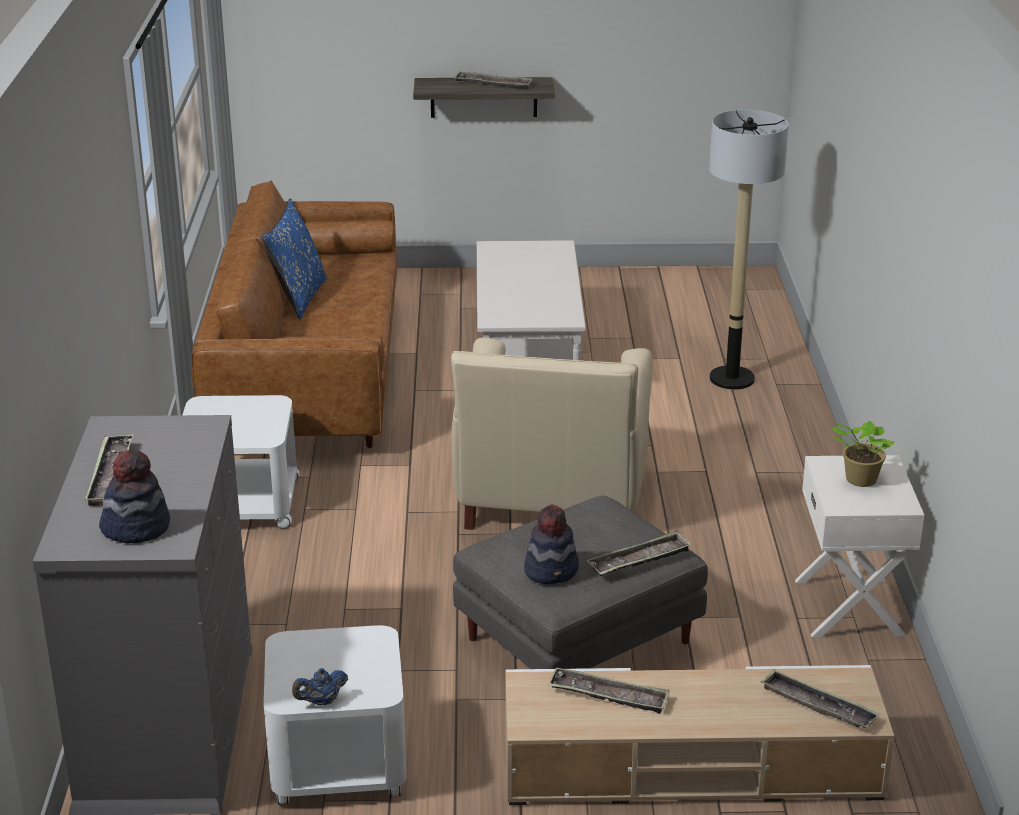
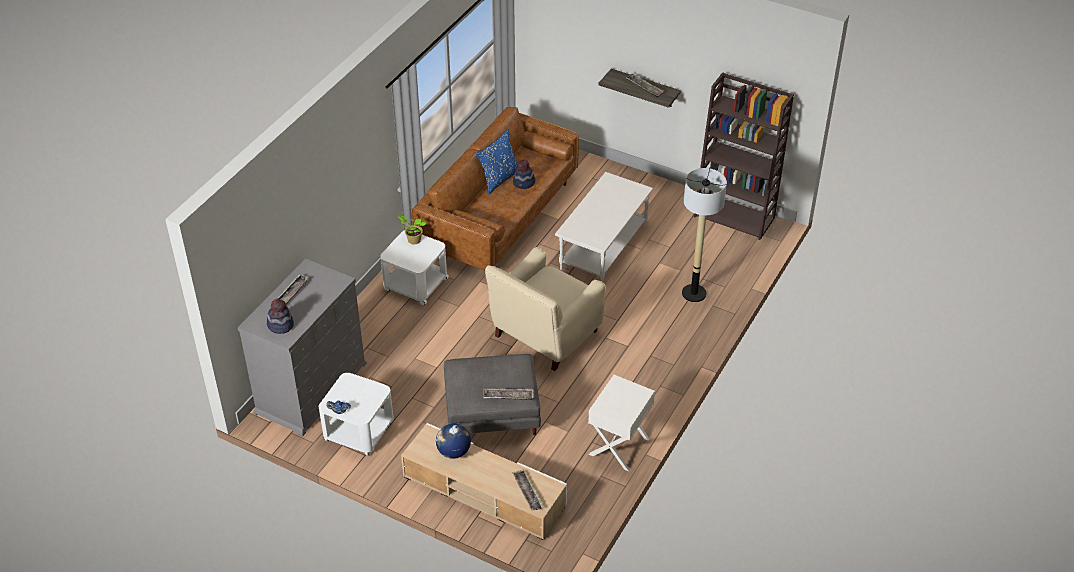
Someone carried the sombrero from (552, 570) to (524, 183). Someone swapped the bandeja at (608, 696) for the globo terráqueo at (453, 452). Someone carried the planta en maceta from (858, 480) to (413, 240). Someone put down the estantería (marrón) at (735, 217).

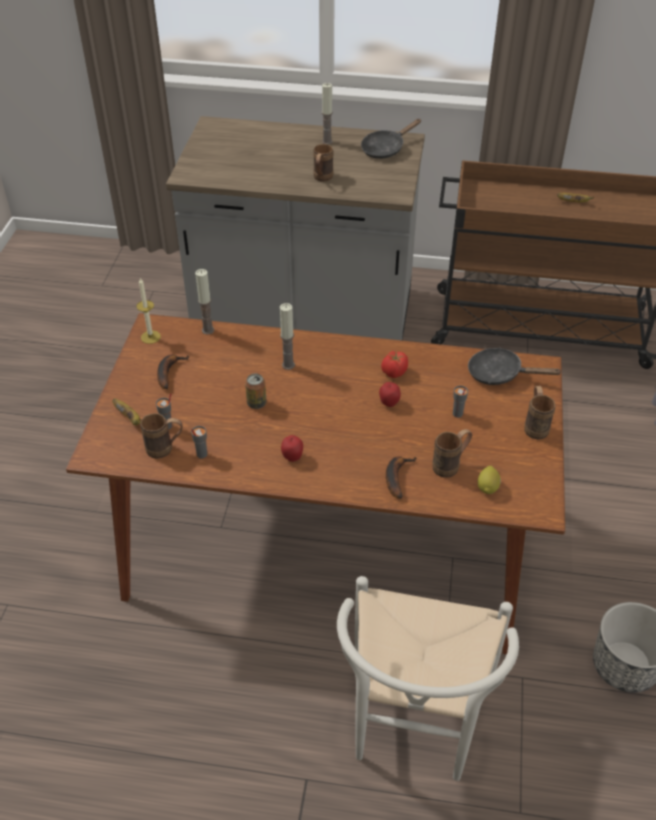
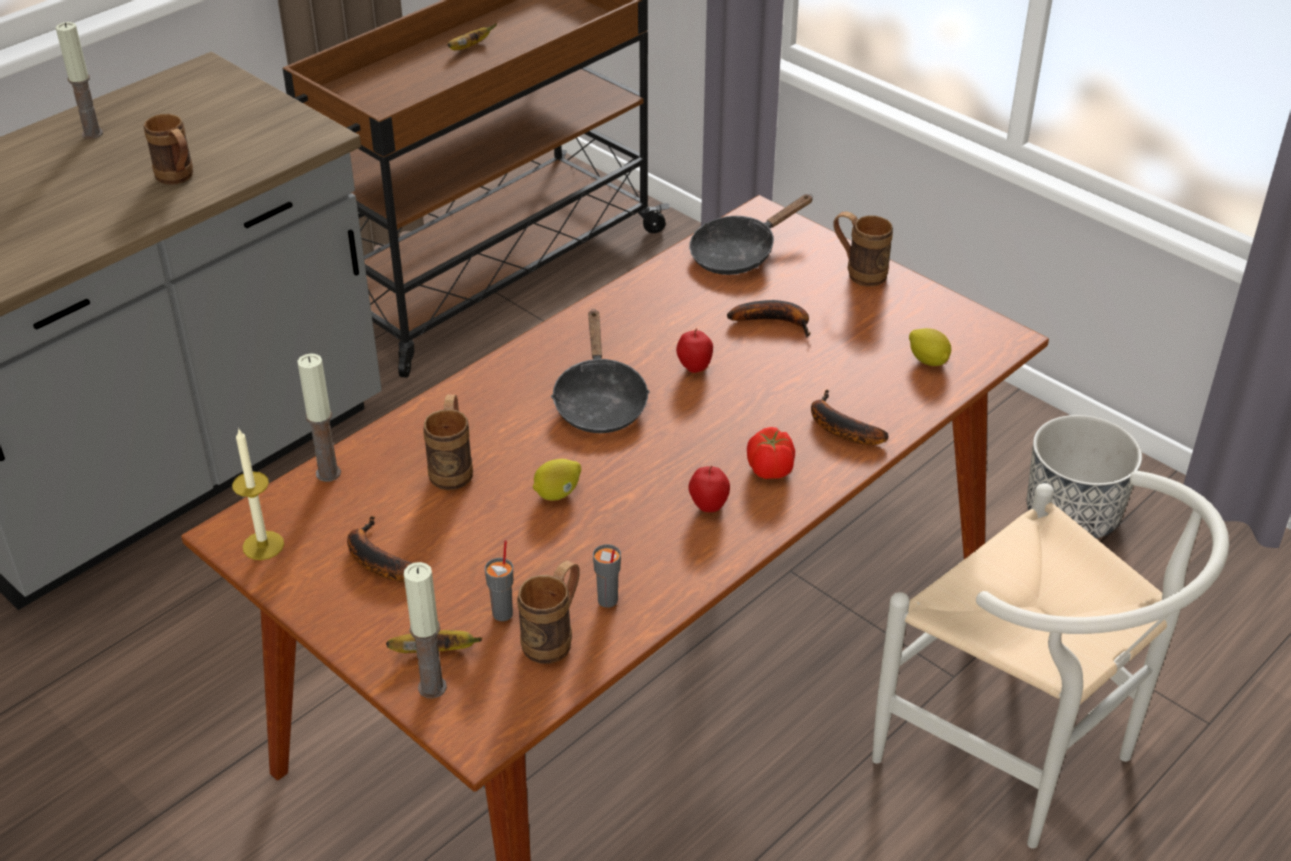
Someone swapped the lata at (256, 403) for the limón at (557, 493). Someone carried the vela from (288, 365) to (432, 687). Someone carried the sartén (negro) from (385, 149) to (599, 401). Someone carried the tomate from (394, 372) to (769, 470). Someone carried the taza grande (marrón) from (451, 465) to (453, 467). Someone swapped the taza (gris) at (457, 414) for the plátano at (775, 321).

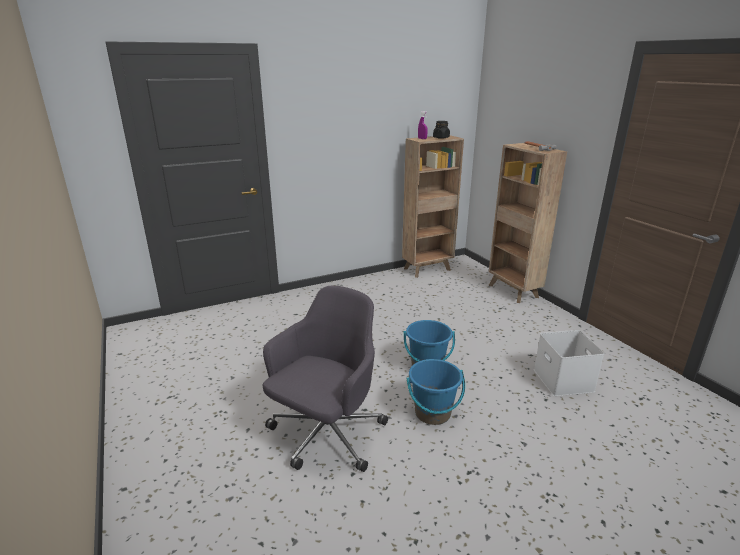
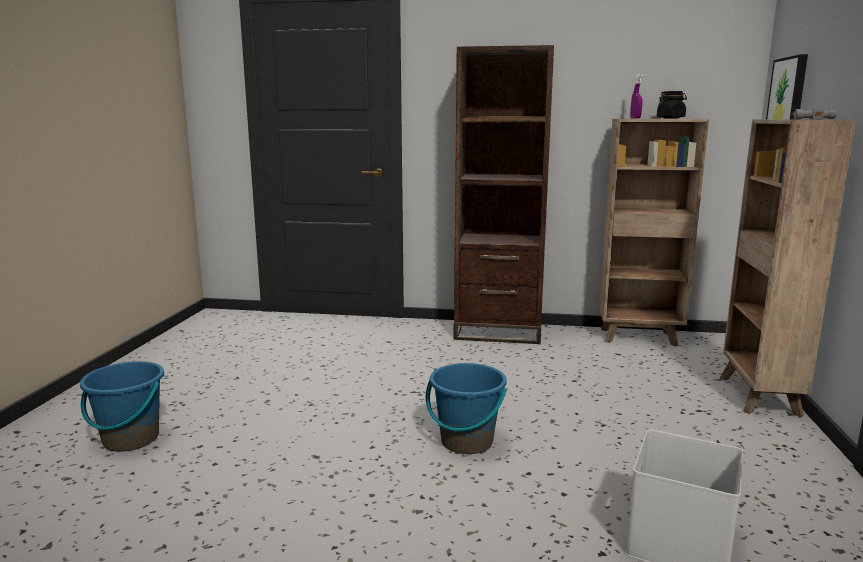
Someone took away the silla de oficina (gris) at (326, 435). Someone carried the cubo (azul) from (433, 413) to (130, 439). Someone put down the estantería (marrón) at (498, 332). Someone put up the cuadro at (789, 92).

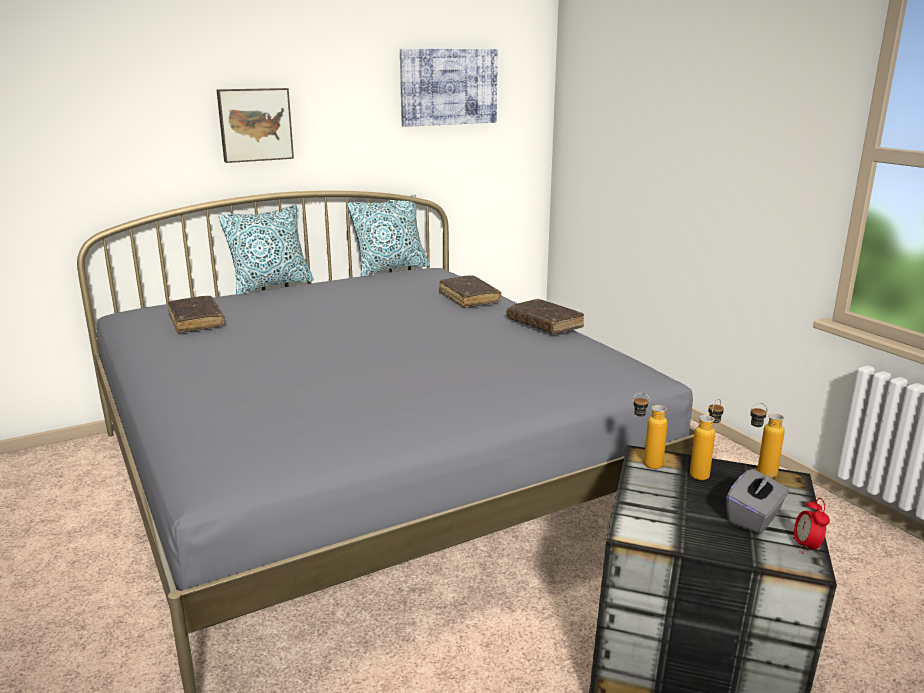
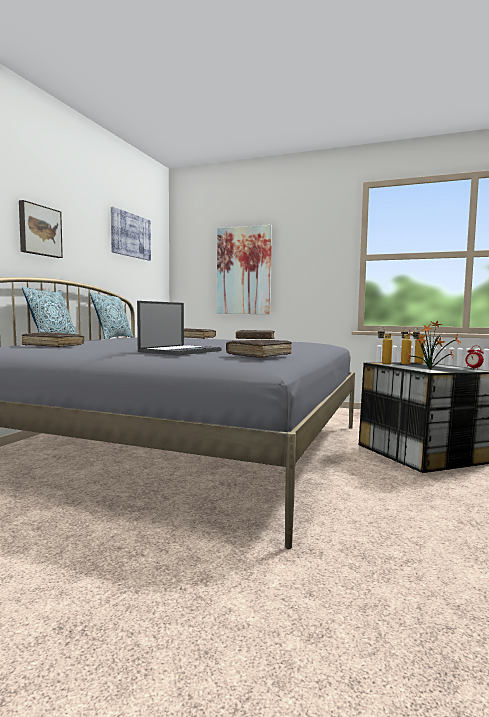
Someone took away the caja de pañuelos (gris) at (754, 518). Someone put down the portátil at (181, 351). Someone put up the cuadro at (244, 270). Someone put down the libro (marrón) at (259, 355). Someone put down the planta en maceta at (431, 370).

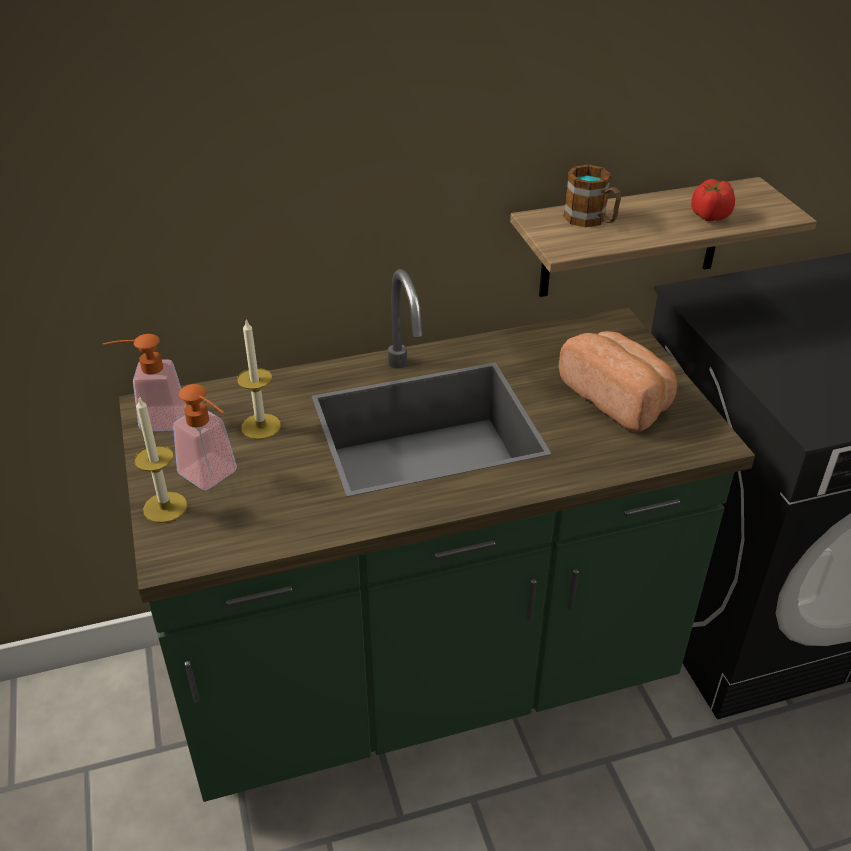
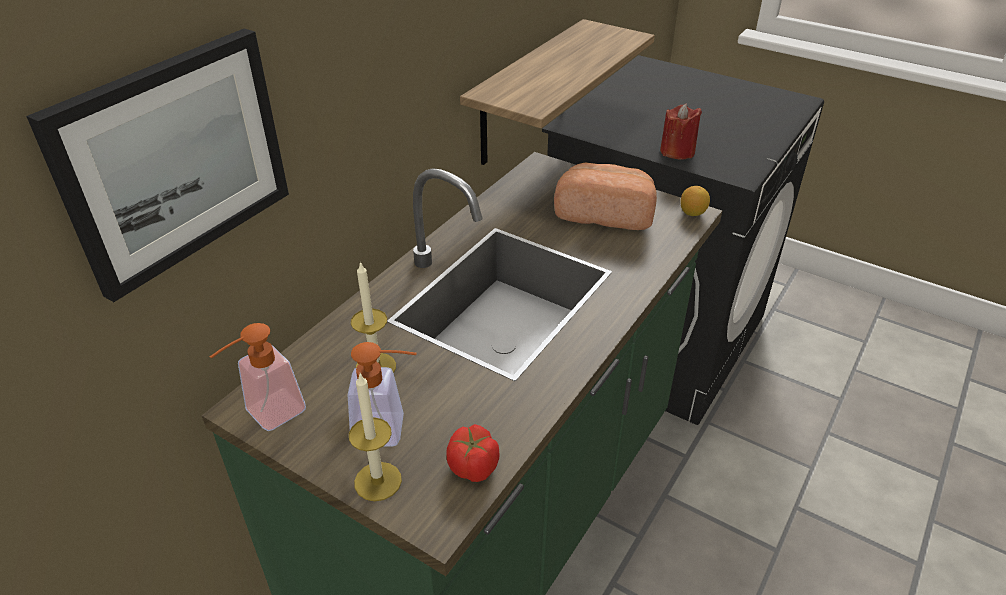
Someone took away the taza grande at (591, 220). Someone carried the tomate from (710, 216) to (473, 467). Someone put up the cuadro at (174, 159). Someone put down the vela (rojo) at (677, 151). Someone put down the limón at (692, 213).

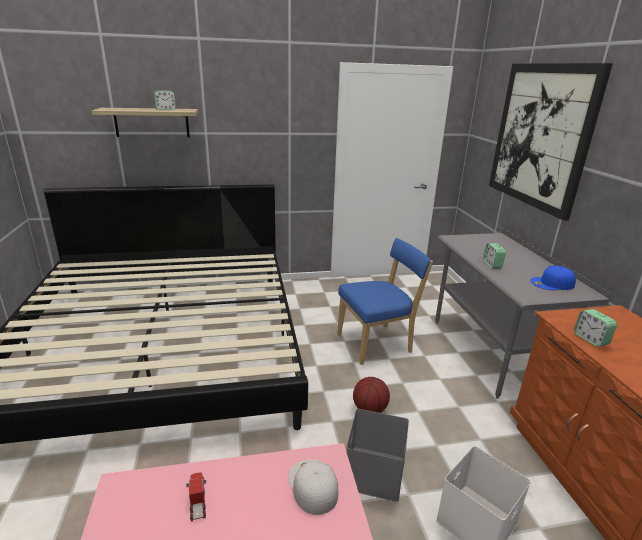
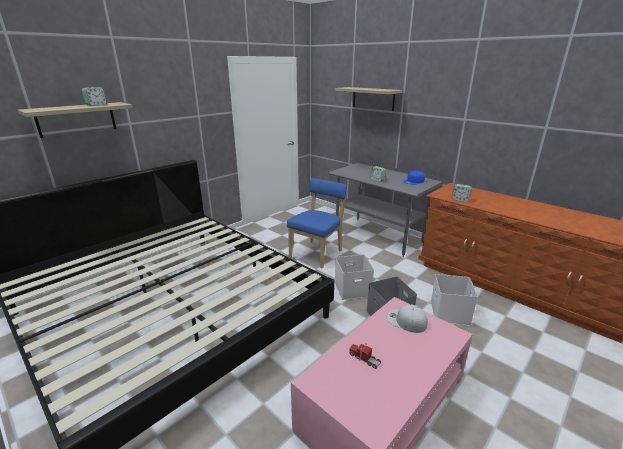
Someone swapped the balón de baloncesto at (370, 409) for the caja de almacenaje (blanco) at (353, 288). Someone swapped the cuadro at (540, 136) for the estante at (373, 98).

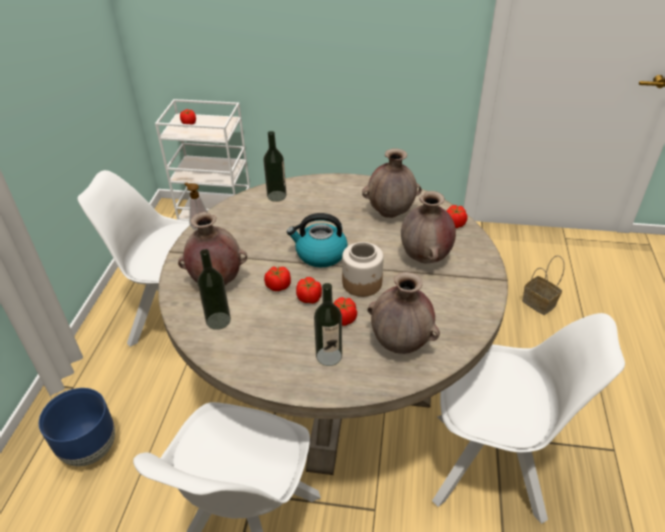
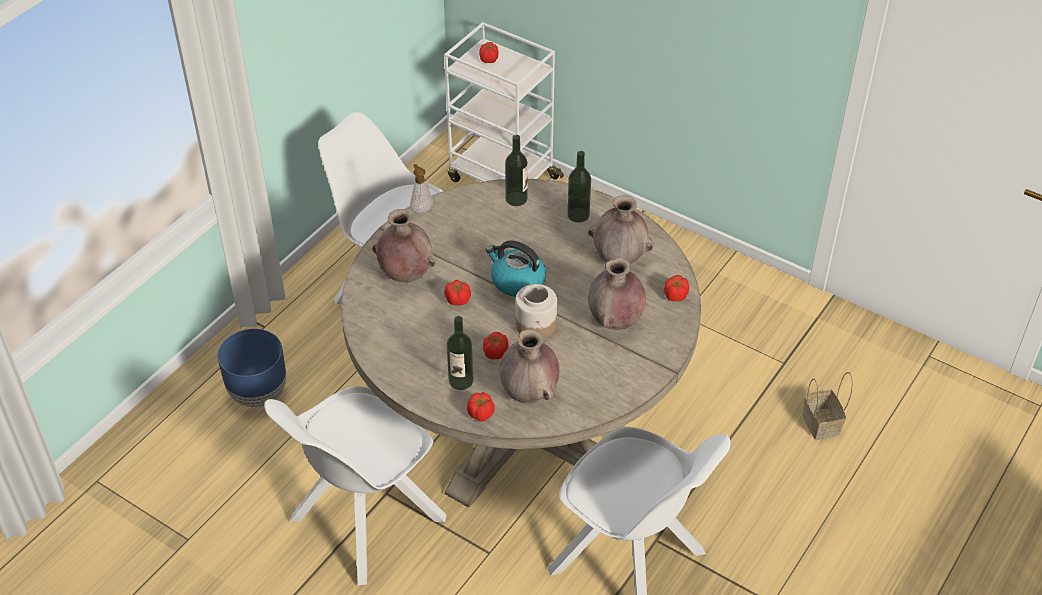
Someone carried the botella from (218, 320) to (578, 215). Someone carried the tomate from (309, 298) to (480, 414).

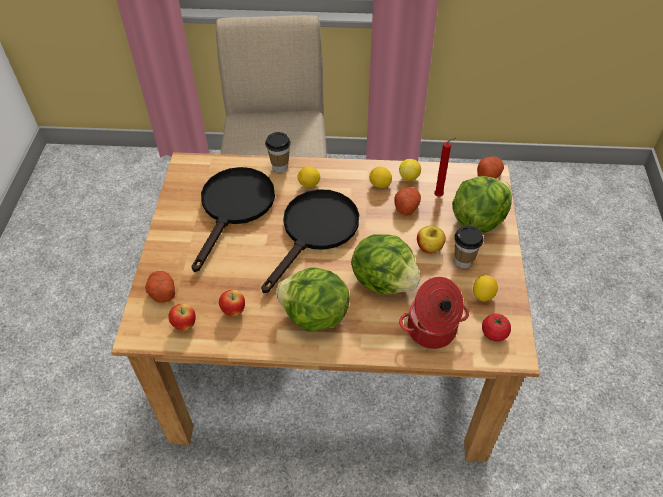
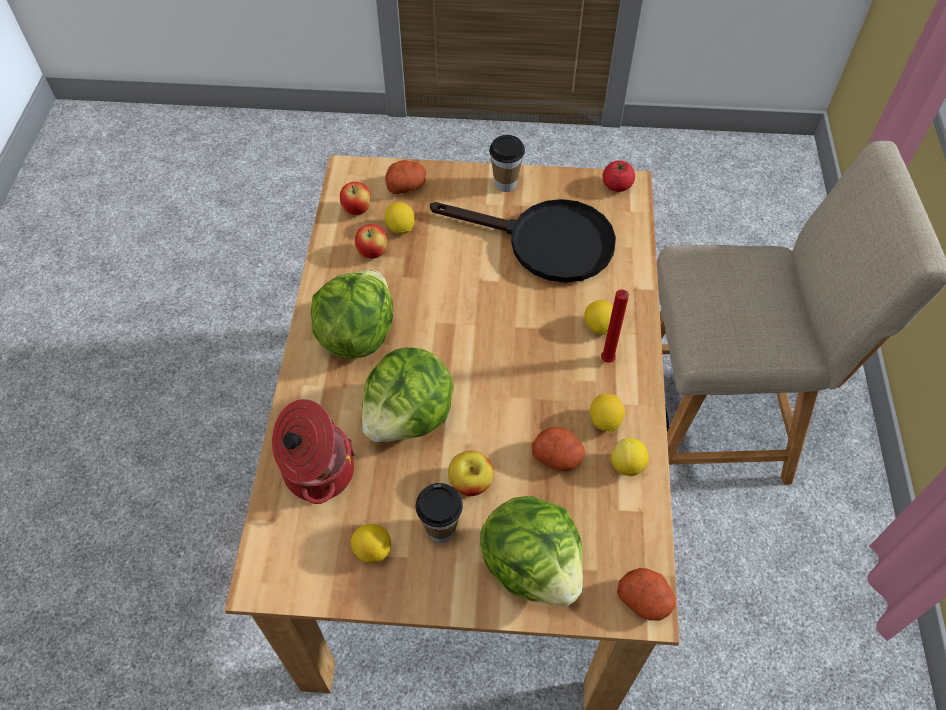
Someone took away the sartén (negro) at (315, 232). Someone carried the taza from (280, 167) to (505, 184). Someone carried the vela (rojo) from (440, 196) to (607, 362). Someone carried the tomate from (494, 333) to (617, 186). Someone put down the limón at (400, 228).

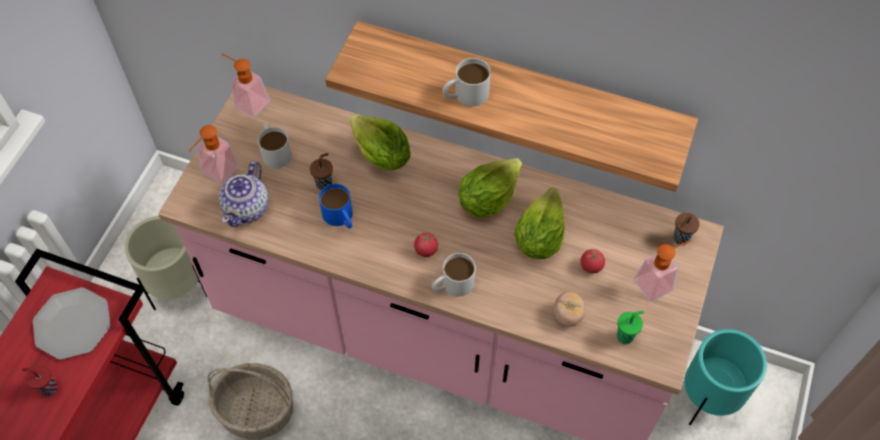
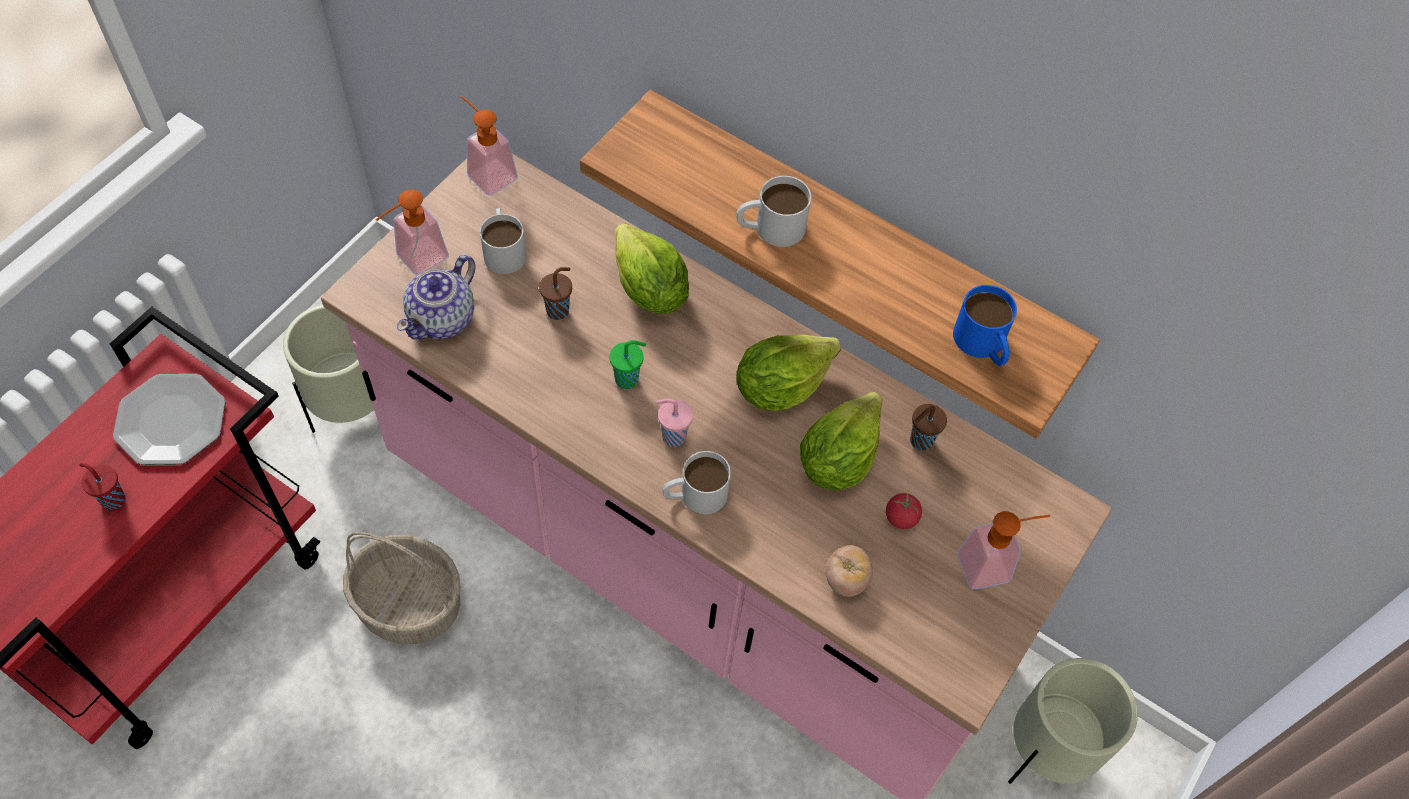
Someone carried the taza grande (azul) from (340, 217) to (983, 345). Someone swapped the tomate at (426, 249) for the taza (rosa) at (672, 436). Someone carried the taza (verde) from (626, 336) to (628, 379). Someone carried the taza (marrón) from (680, 239) to (920, 441). Someone repainted the maceta (turquesa) at (706, 399), which became the maceta (beis) at (1044, 753).

